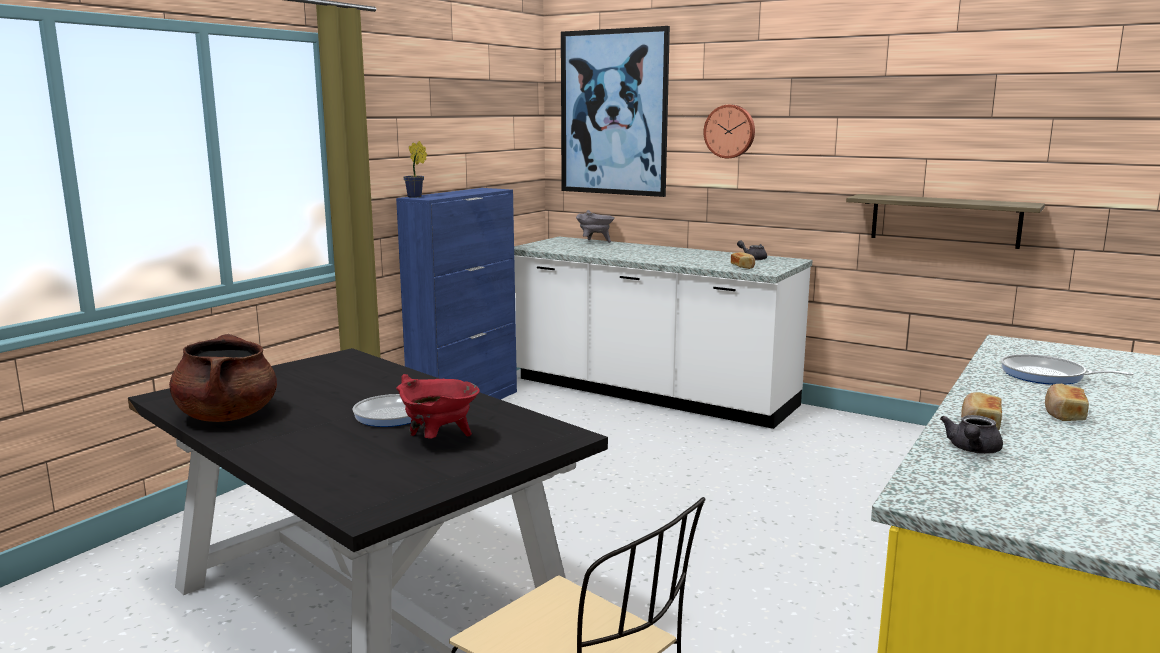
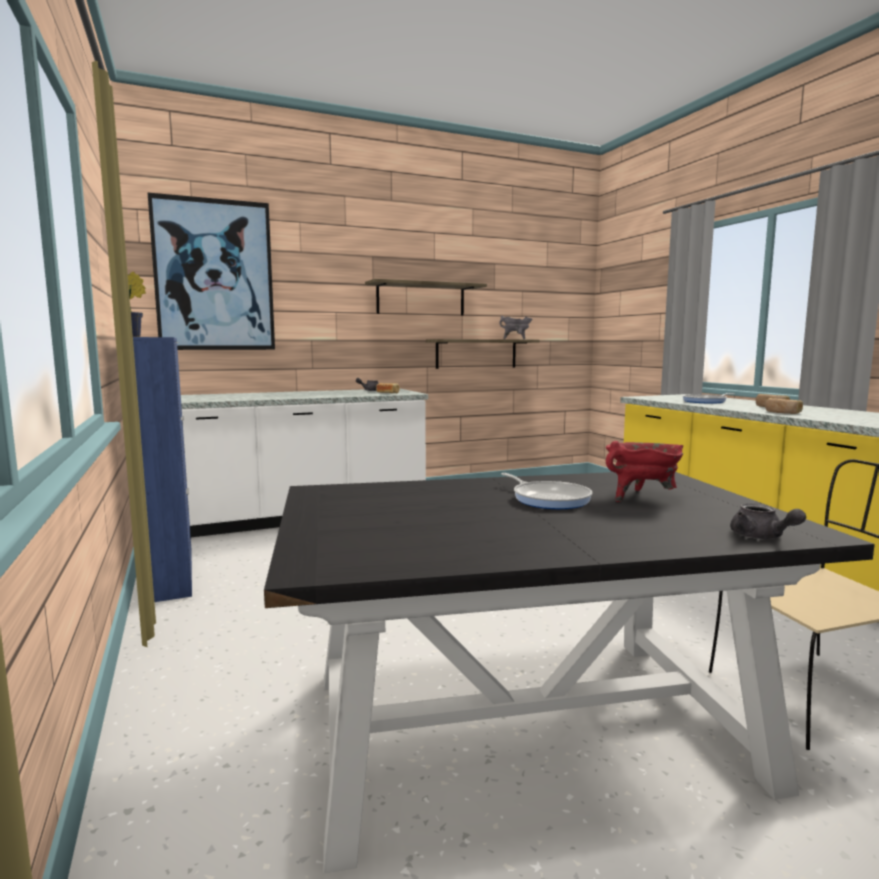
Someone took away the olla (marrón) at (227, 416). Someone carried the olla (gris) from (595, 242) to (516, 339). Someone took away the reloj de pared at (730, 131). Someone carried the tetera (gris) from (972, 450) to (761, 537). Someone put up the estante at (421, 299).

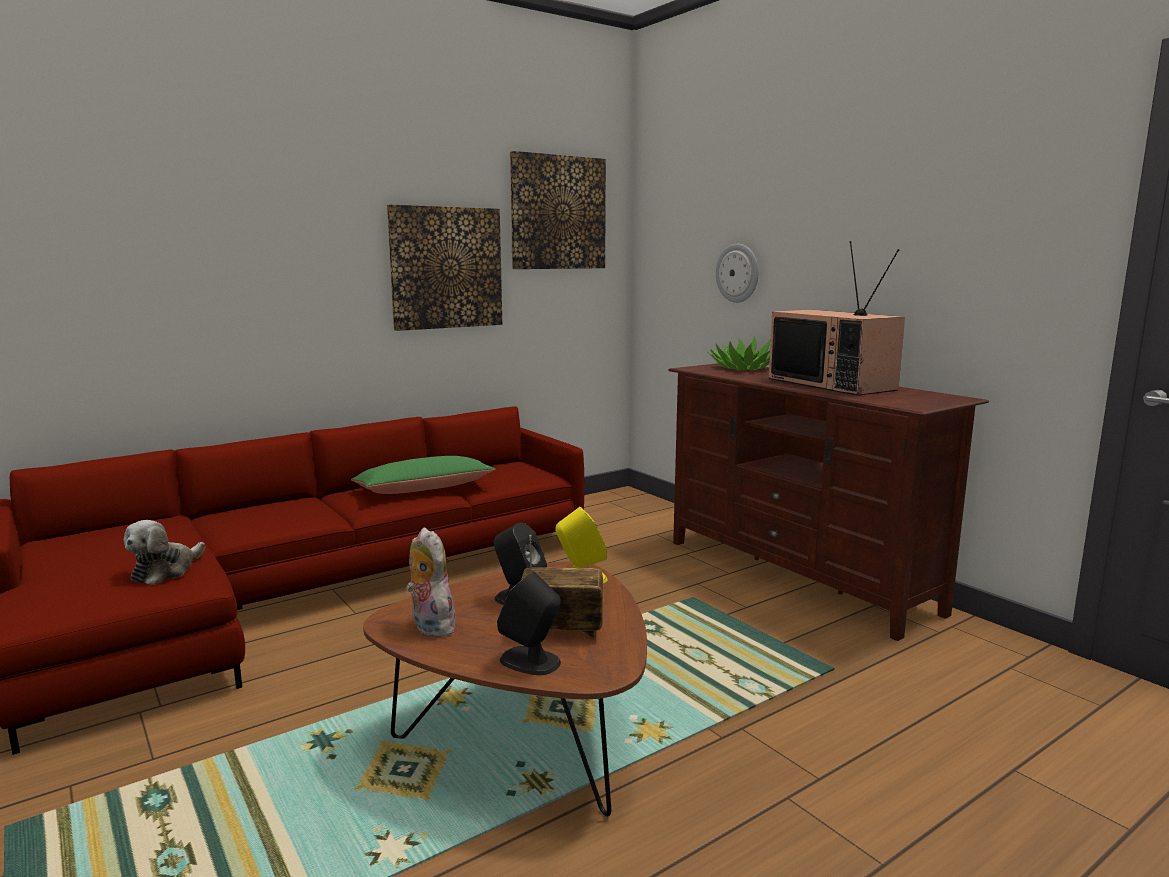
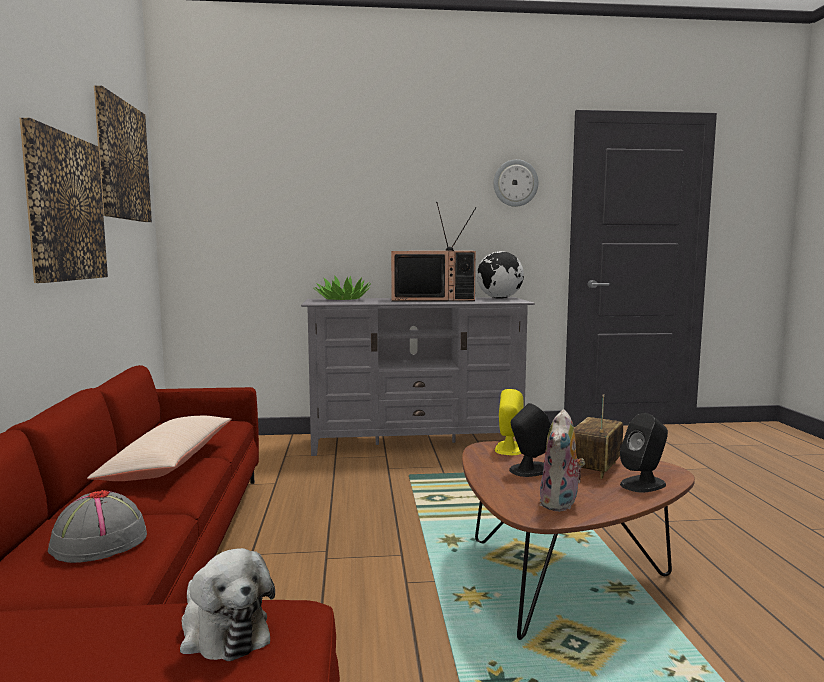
Someone repainted the cojín (verde) at (424, 489), which became the cojín (beis) at (169, 463). Someone rotated the peluche at (429, 627) by 60 degrees counterclockwise. Someone repainted the mueble de televisión (marrón) at (798, 575), which became the mueble de televisión (gris) at (416, 442). Someone carried the reloj de pared from (738, 273) to (515, 183). Someone put down the sombrero (gris) at (98, 542). Someone put down the globo terráqueo at (499, 298).

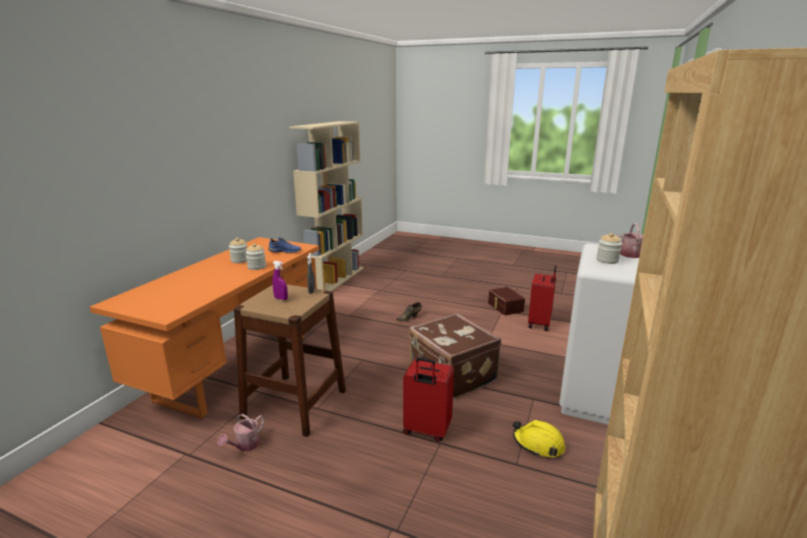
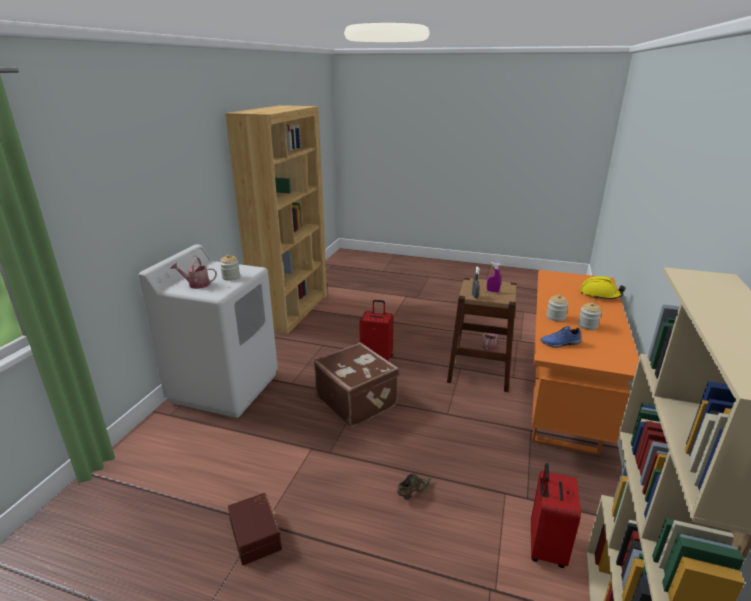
Someone carried the casco (amarillo) from (538, 444) to (600, 295). Someone carried the maleta (rojo) from (540, 324) to (545, 547).

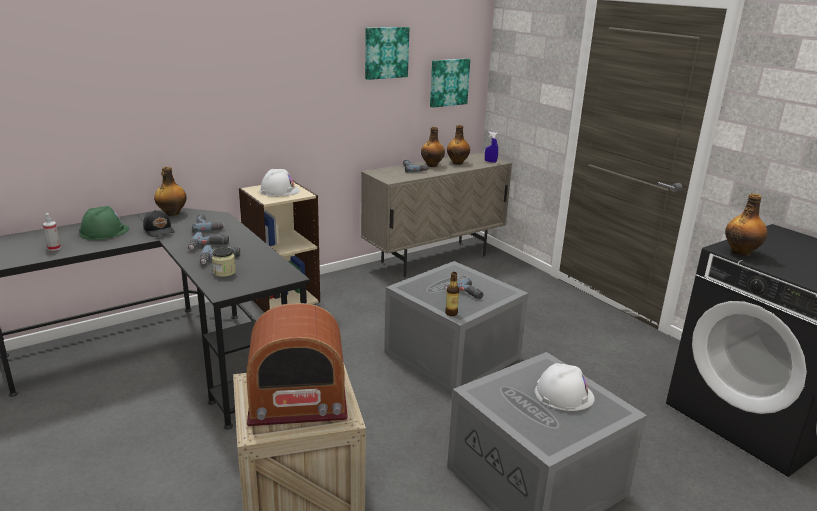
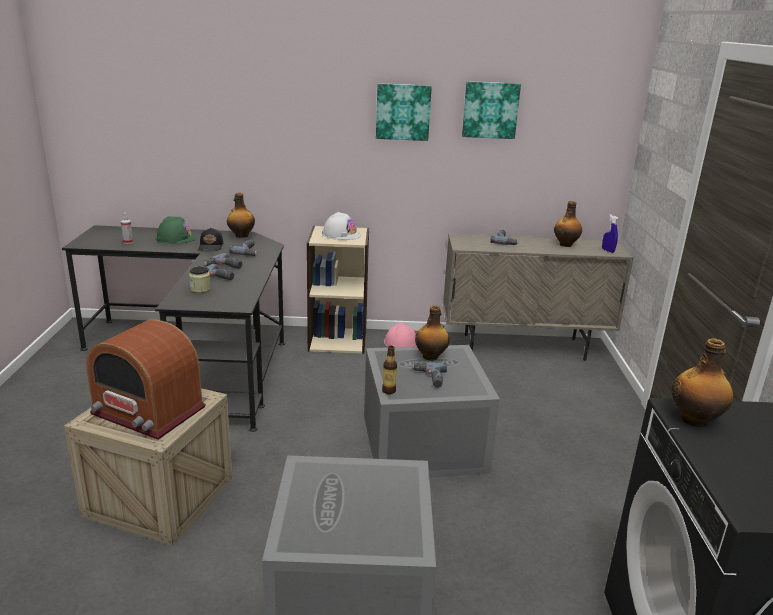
Someone carried the botella from (432, 165) to (431, 356). Someone carried the cuadro from (448, 82) to (403, 112). Someone took away the casco (blanco) at (564, 394). Someone put down the casco (rosa) at (400, 342).

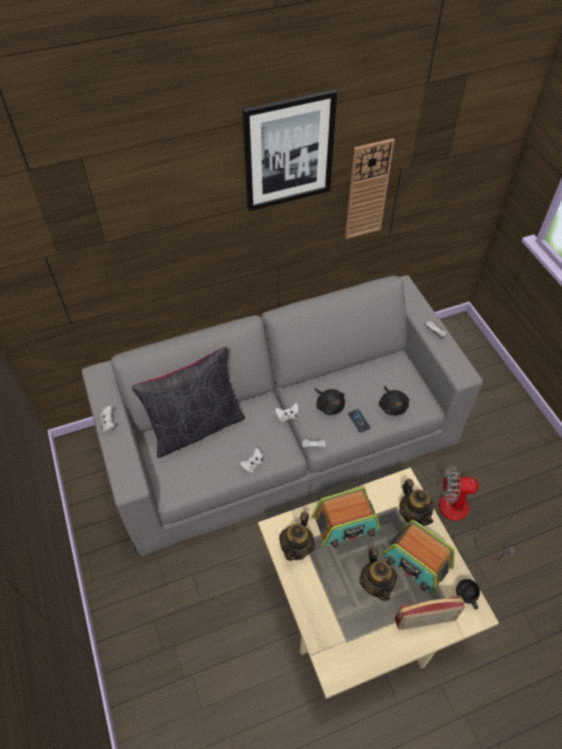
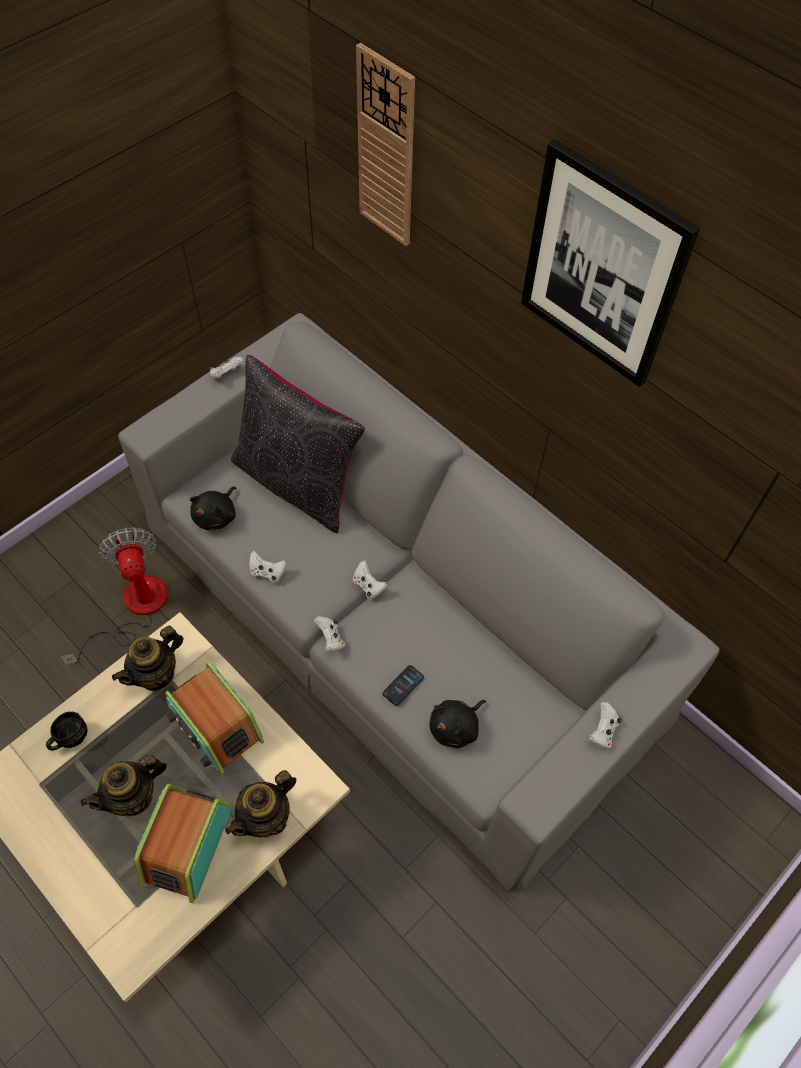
Someone rotated the tetera at (297, 548) by 45 degrees counterclockwise. Someone carried the peluche (negro) from (329, 405) to (216, 516). Someone carried the reloj de pared from (367, 190) to (386, 150). Someone took away the radio at (425, 620). Someone carried the ventilador from (461, 516) to (134, 608). Someone carried the taza grande (negro) from (466, 598) to (69, 738).

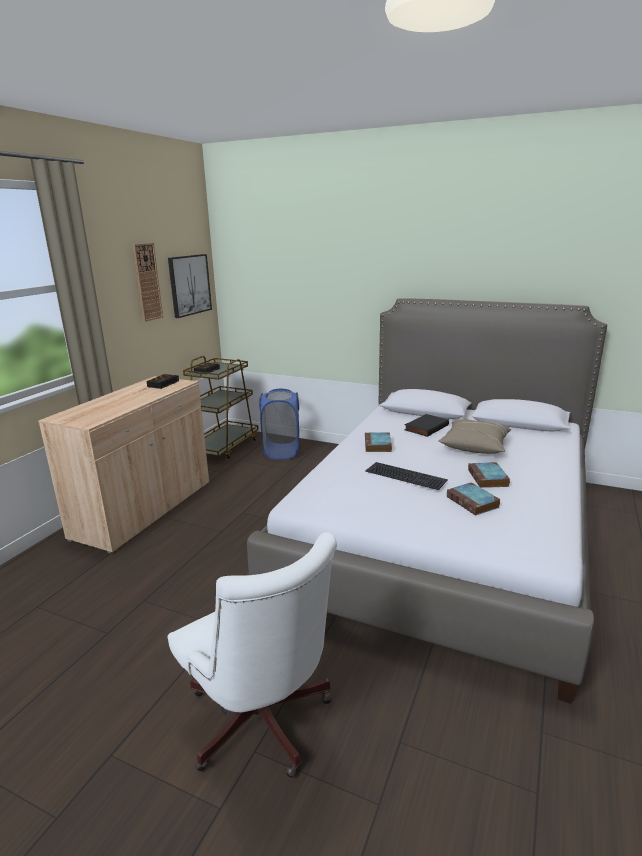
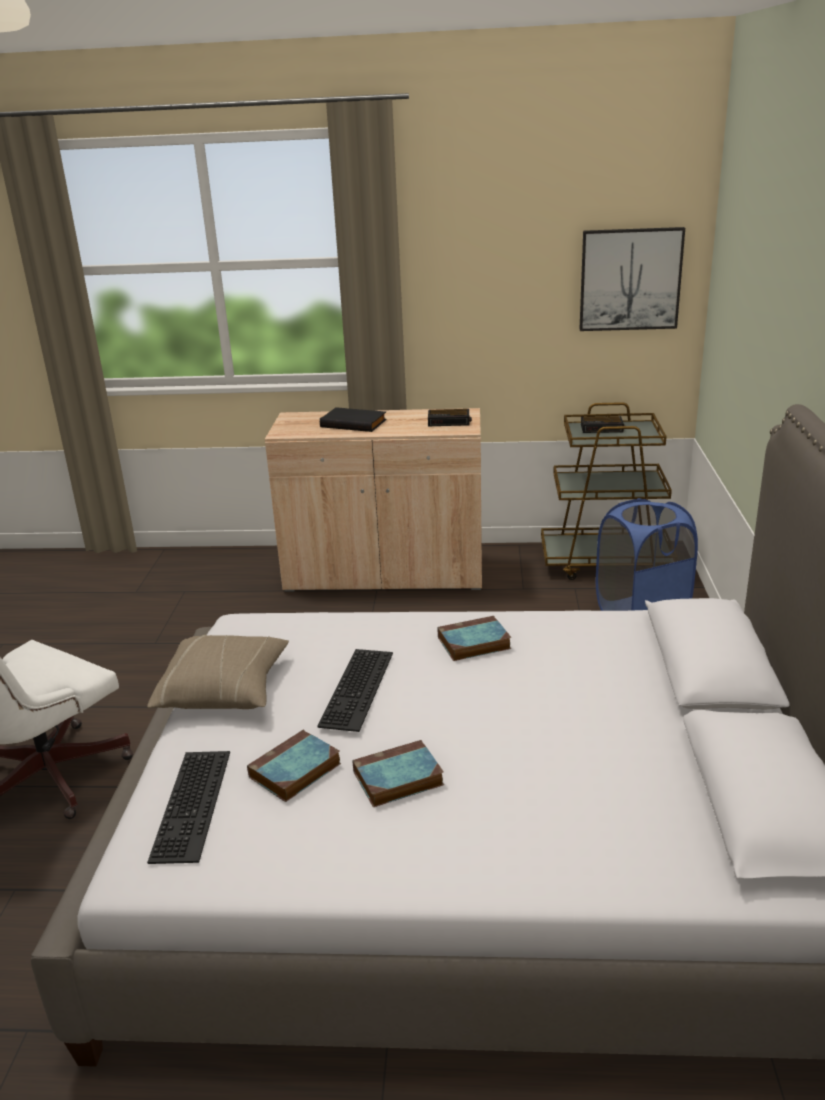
Someone took away the reloj de pared at (147, 282). Someone carried the libro (negro) from (425, 427) to (354, 423). Someone carried the cojín (beis) from (475, 446) to (224, 690). Someone put down the teclado at (194, 805).

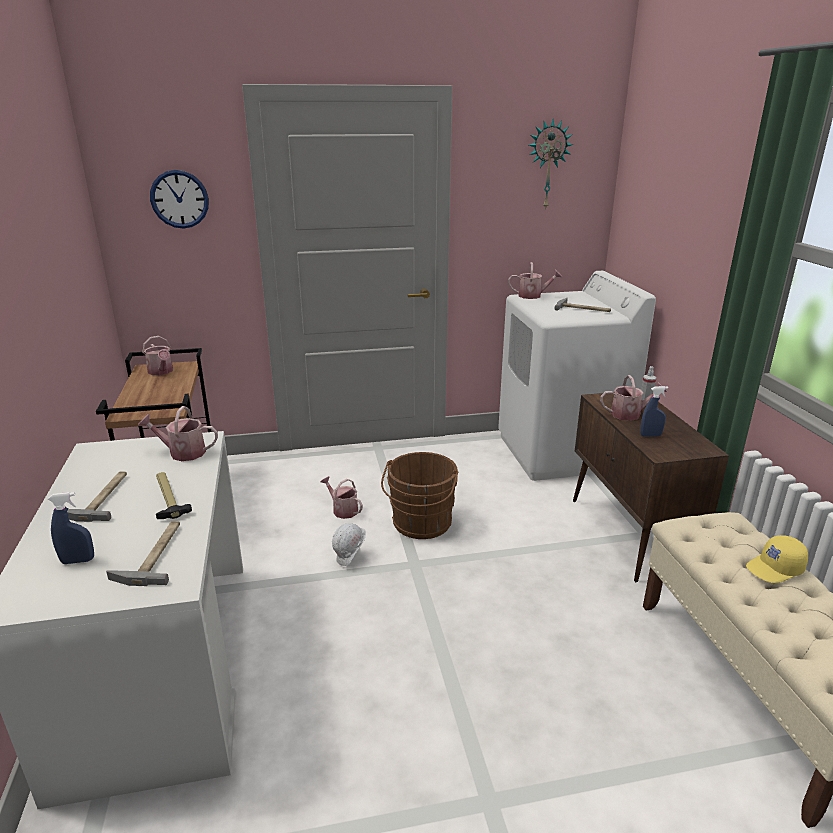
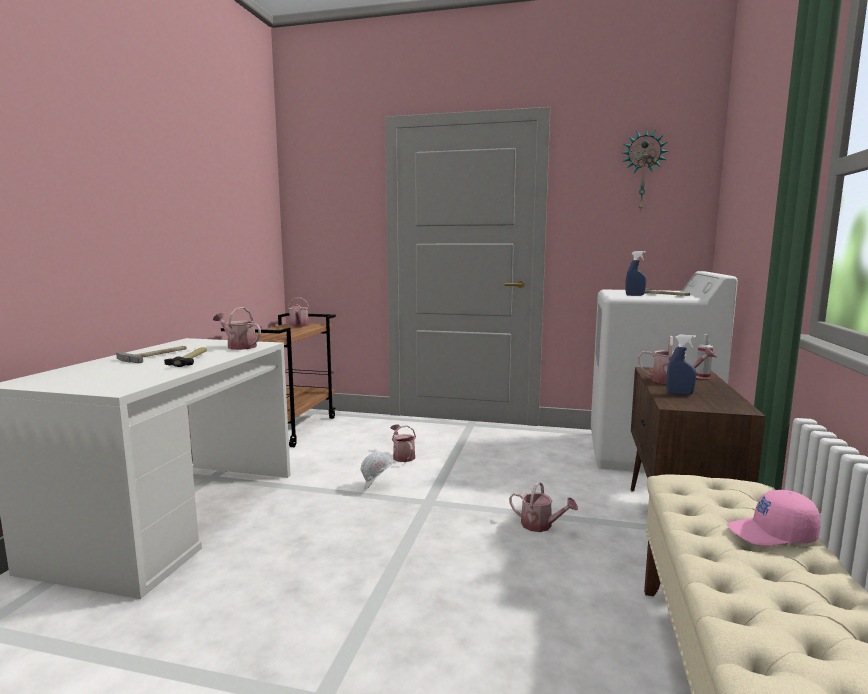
Someone carried the pulverizador (azul) from (78, 561) to (635, 295). Someone took away the martillo at (155, 554). Someone took away the reloj de pared at (179, 199). Someone took away the cubo (marrón) at (421, 525). Someone carried the regadera from (533, 296) to (541, 525). Someone repainted the gorra (amarillo) at (775, 569), which became the gorra (rosa) at (772, 534).

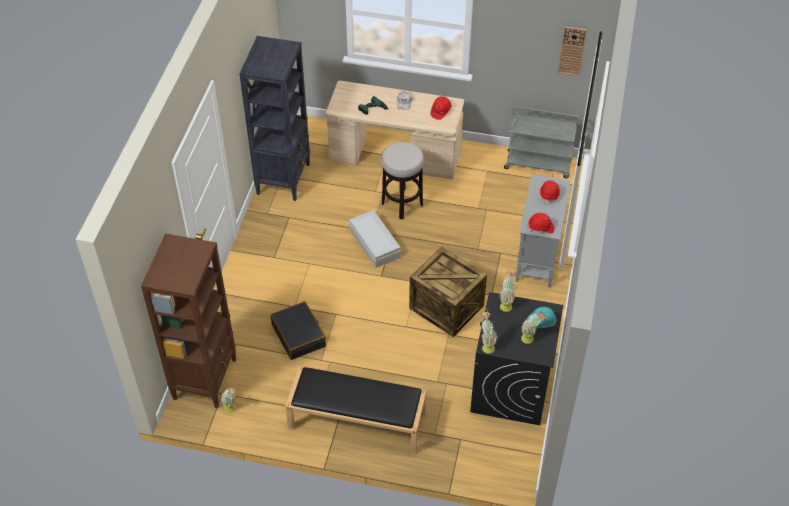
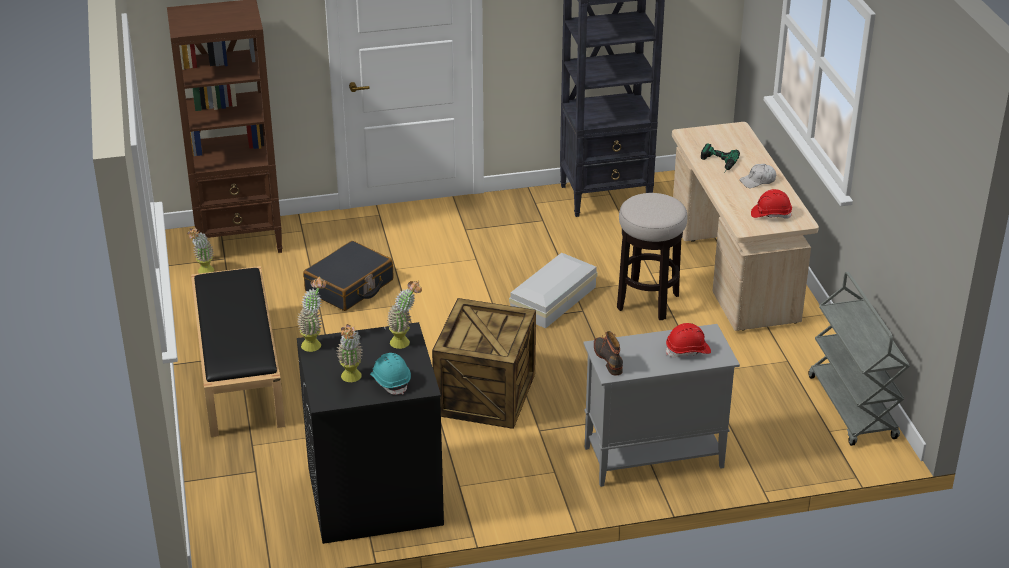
Someone swapped the casco (rojo) at (541, 228) for the bota at (609, 359). Someone took away the reloj de pared at (572, 51).

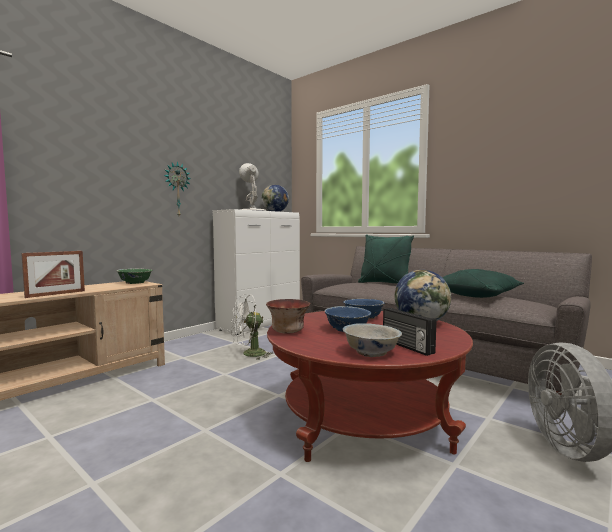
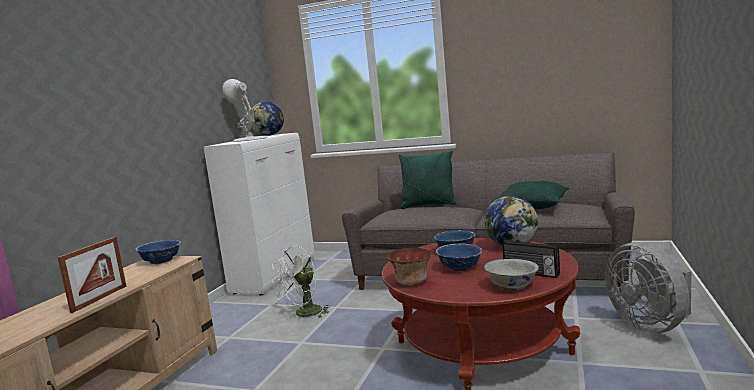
Someone repainted the cuenco (verde) at (135, 282), which became the cuenco (azul) at (160, 261). Someone took away the reloj de pared at (176, 189).

